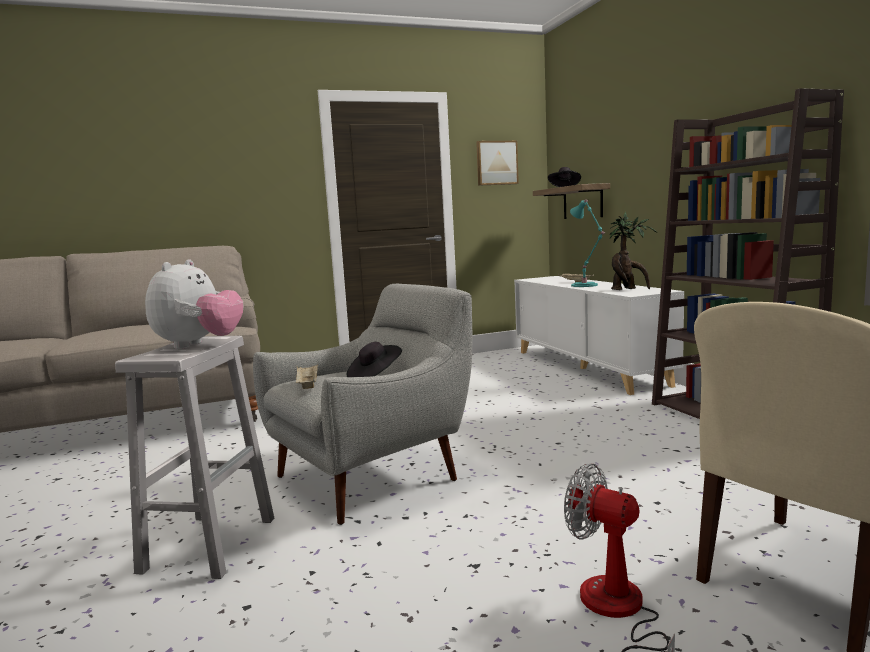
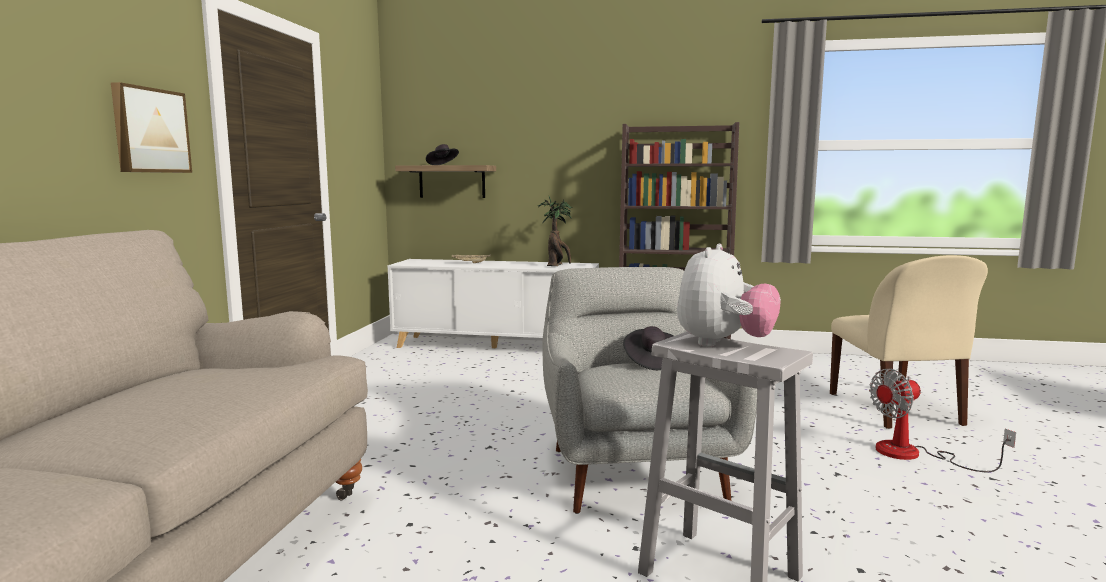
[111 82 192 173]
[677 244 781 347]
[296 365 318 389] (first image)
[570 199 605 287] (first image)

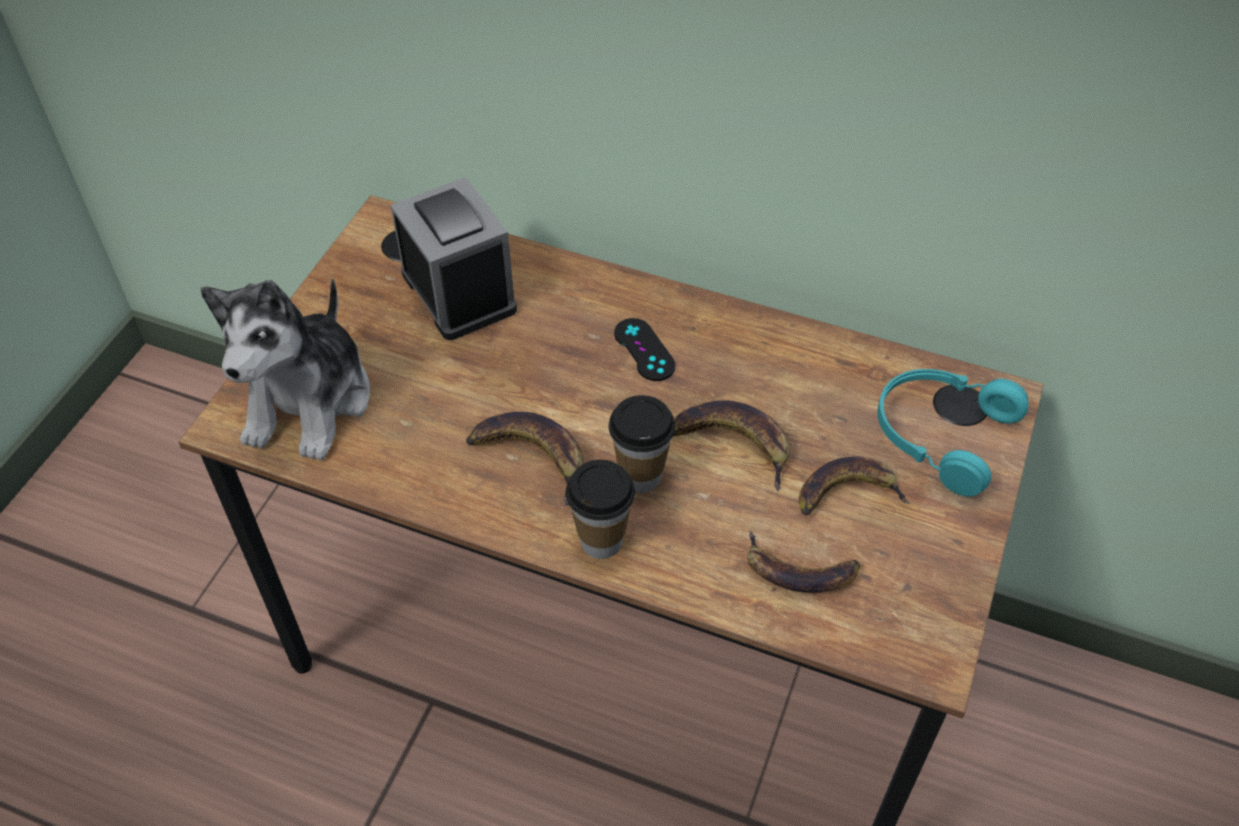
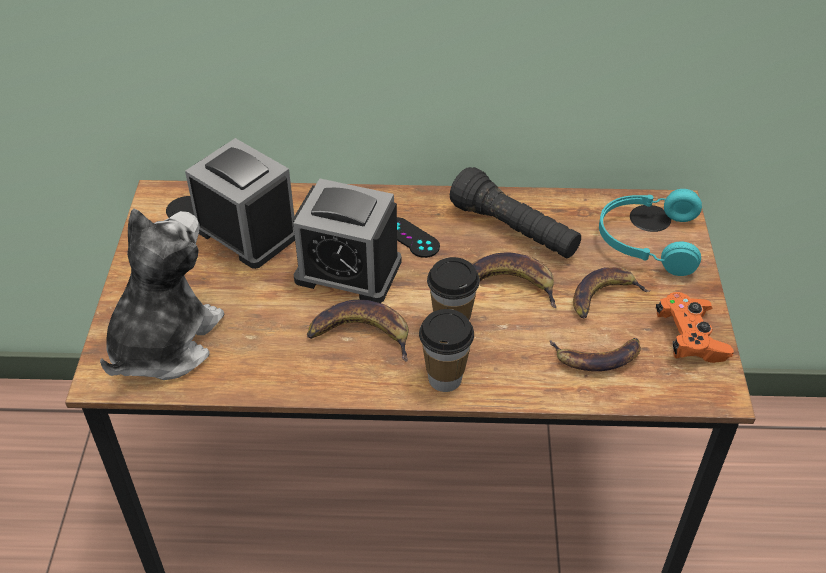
[100 208 225 380]
[293 179 402 303]
[450 167 581 258]
[656 292 734 363]

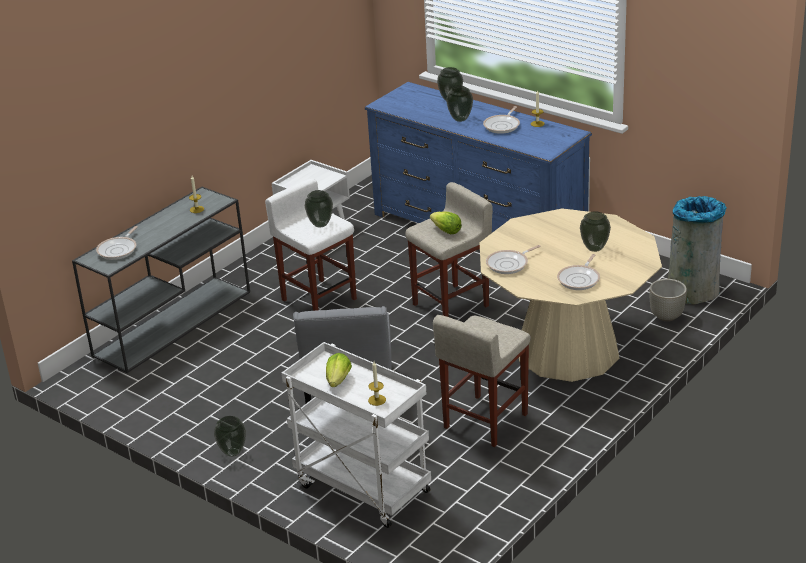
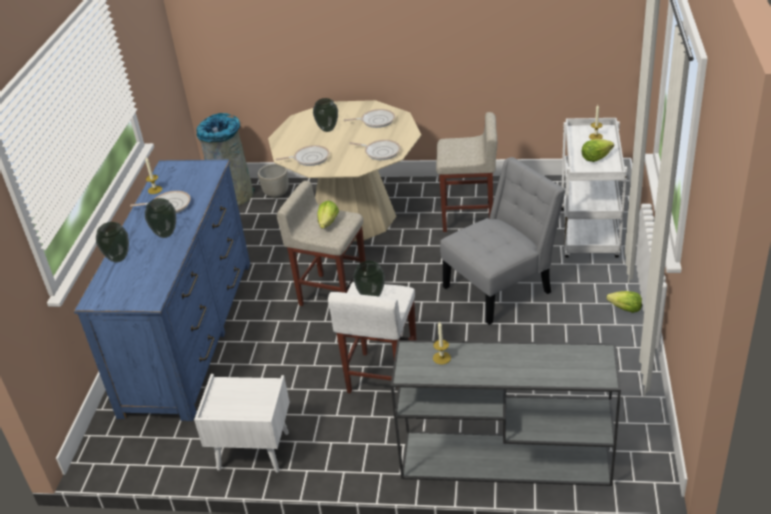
[275 145 329 166]
[606 291 642 313]

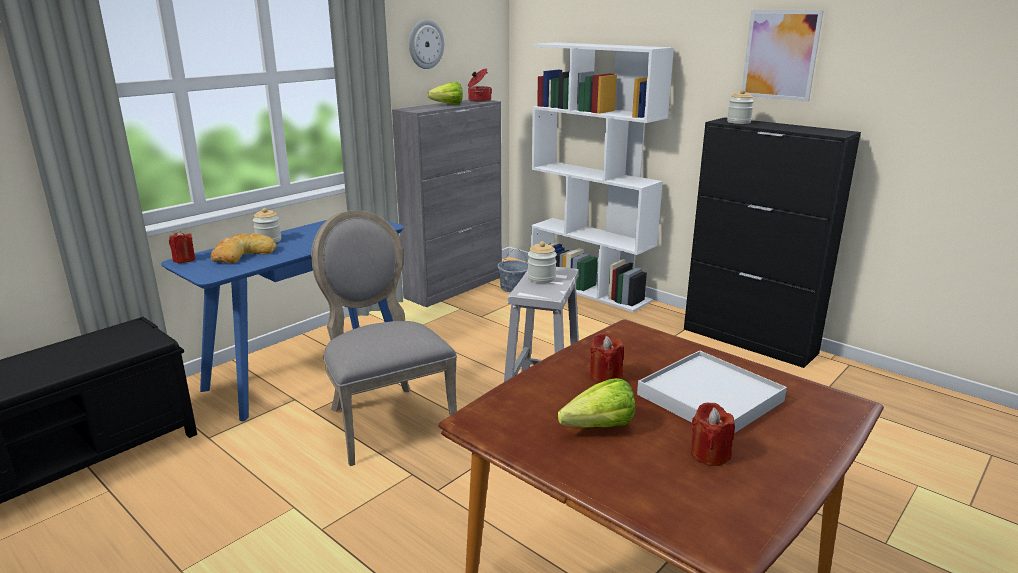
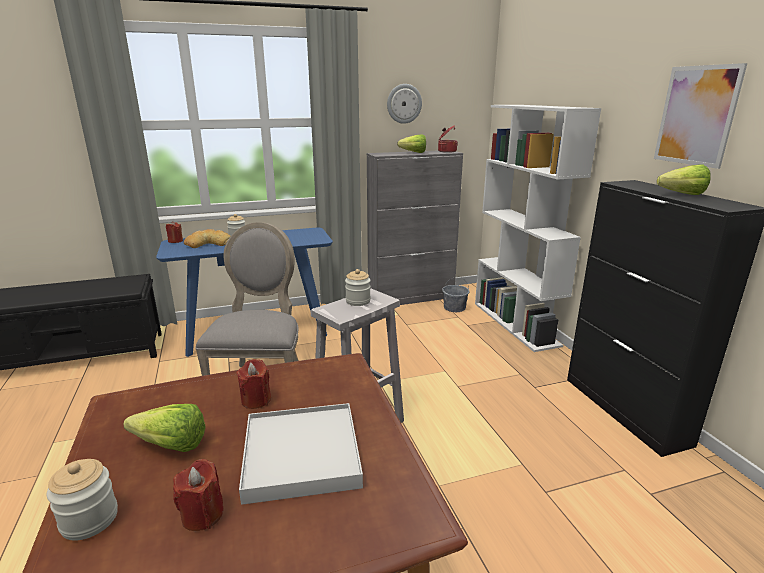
[47 459 118 541]
[657 164 711 195]

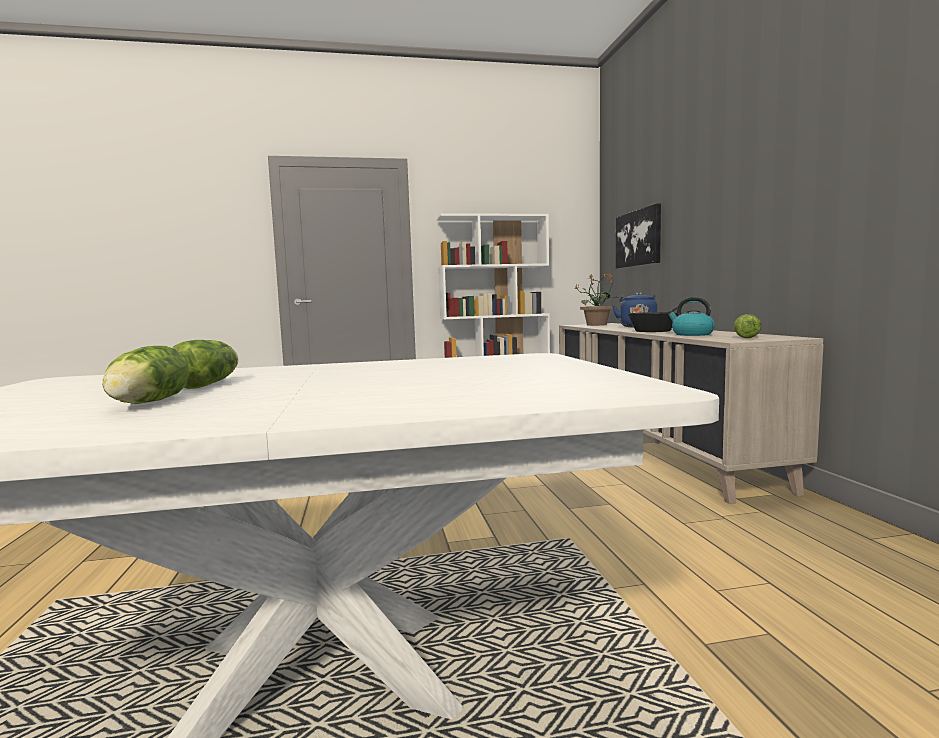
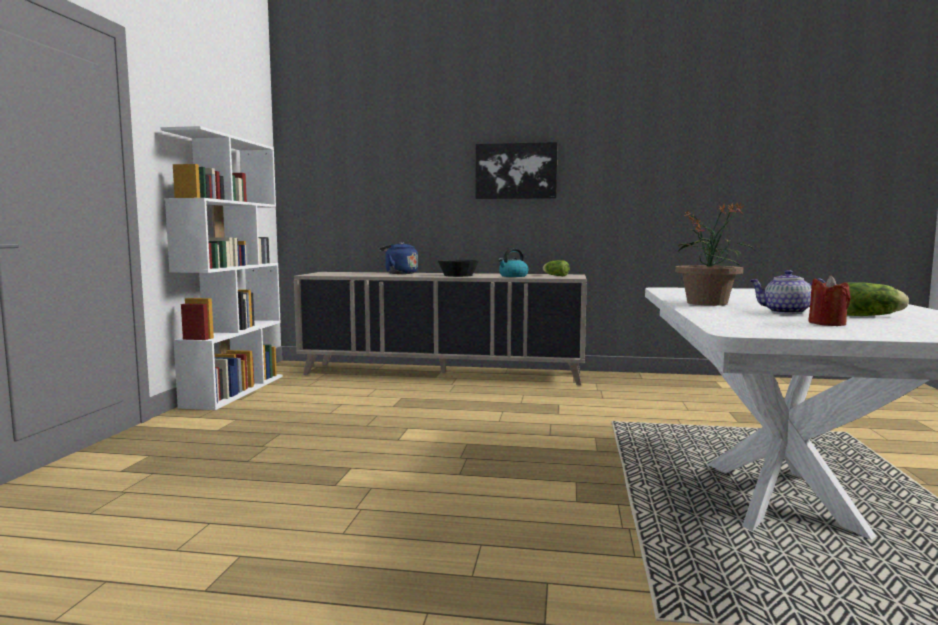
[475 142 558 199]
[675 203 754 306]
[749 270 825 314]
[808 275 851 326]

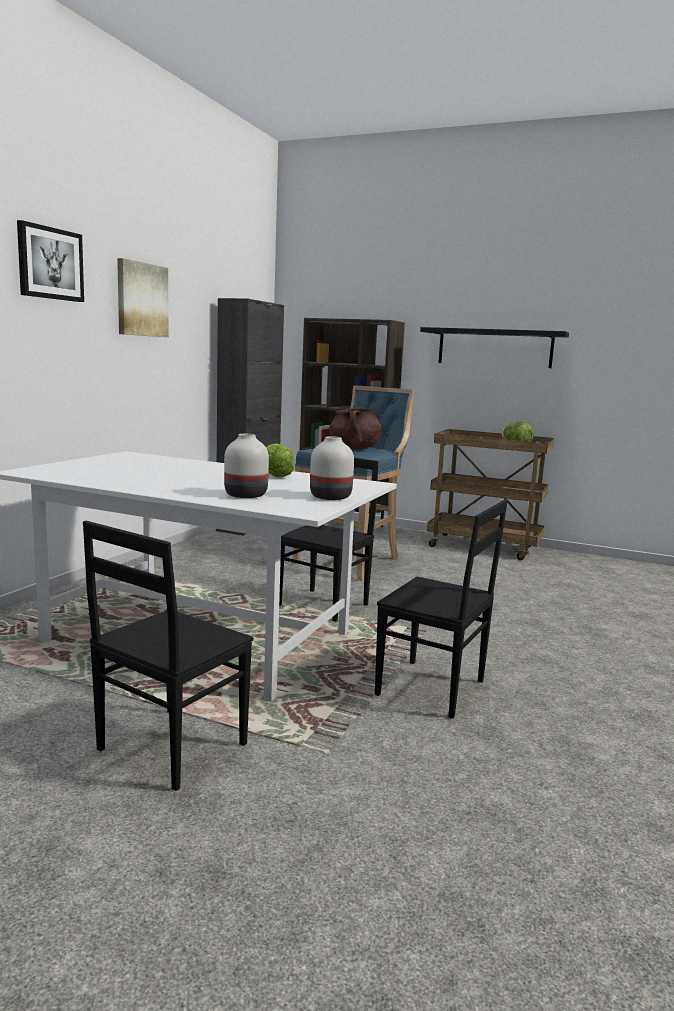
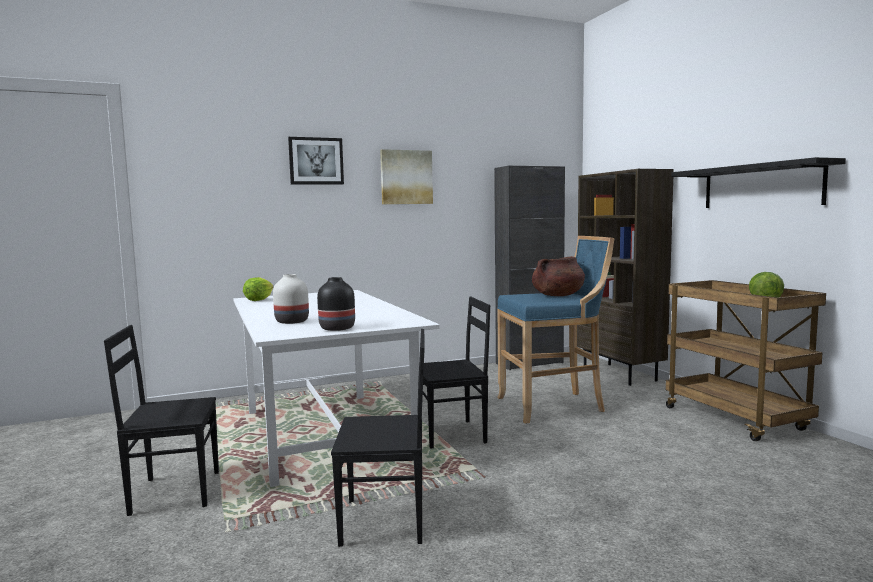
[243 277 273 301]
[317 277 355 331]
[331 329 425 547]

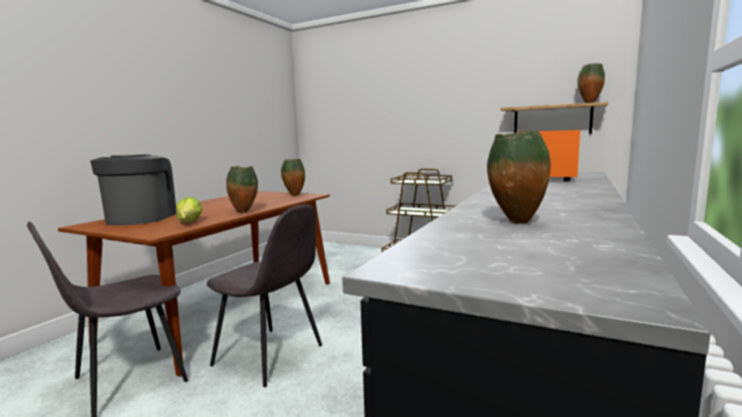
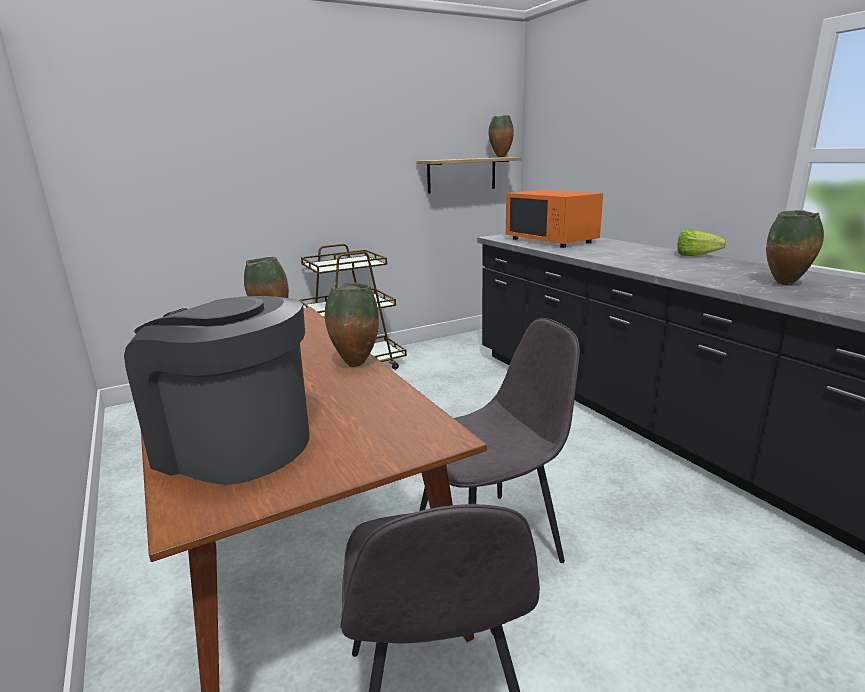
[677 229 726 256]

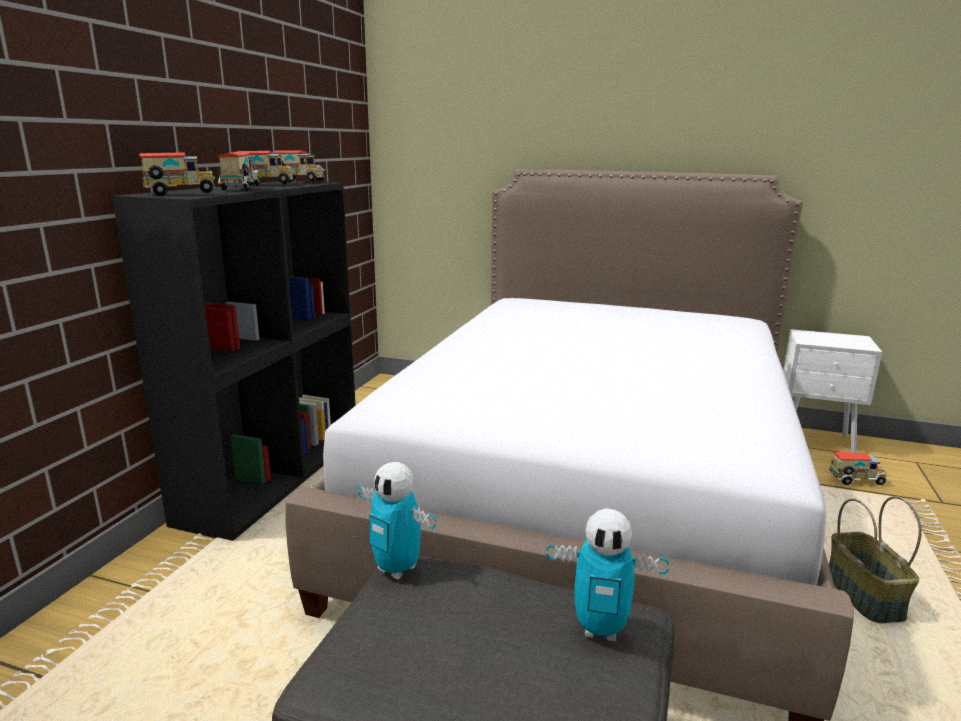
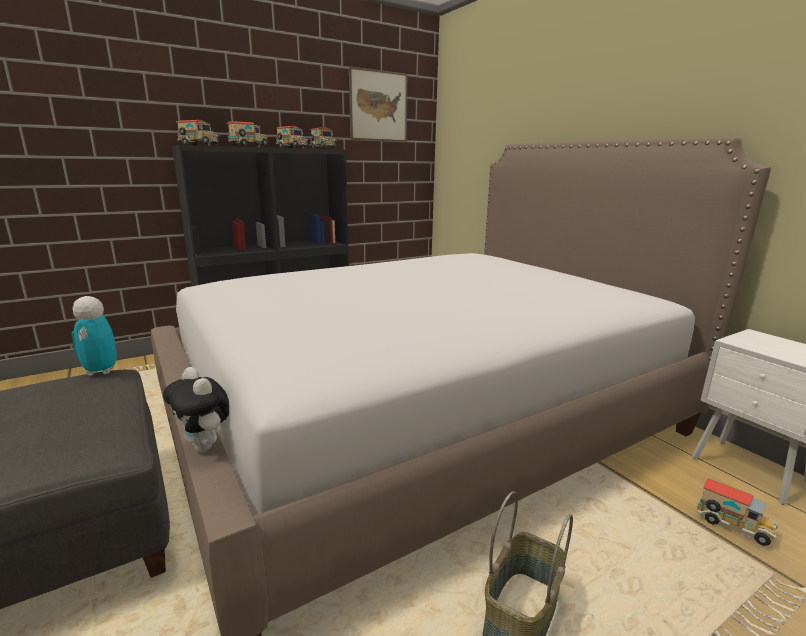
[163 367 229 452]
[349 66 407 142]
[547 508 669 641] (first image)

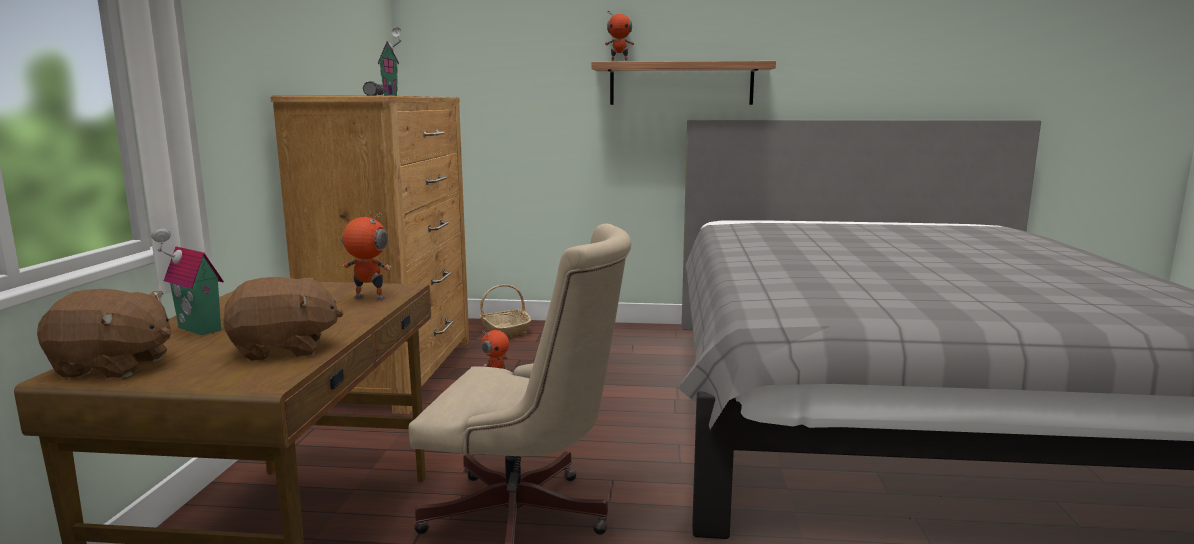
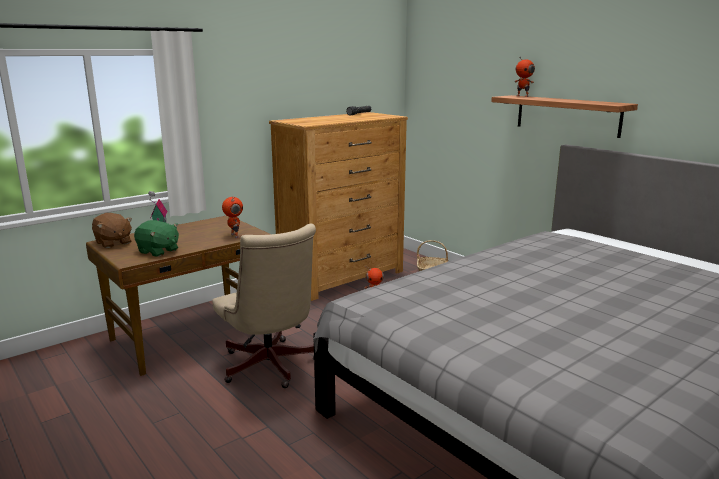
[134 220 179 257]
[378 27 402 96] (first image)

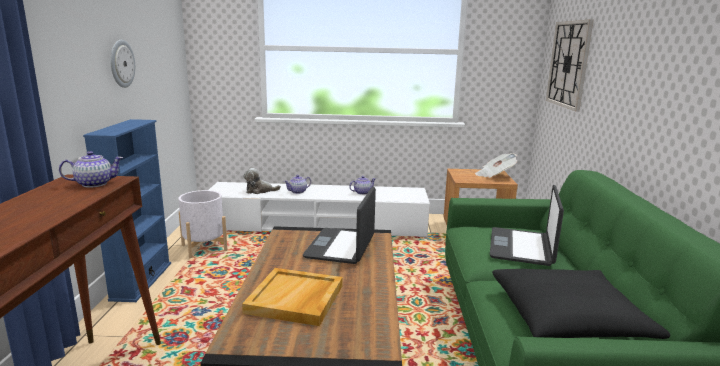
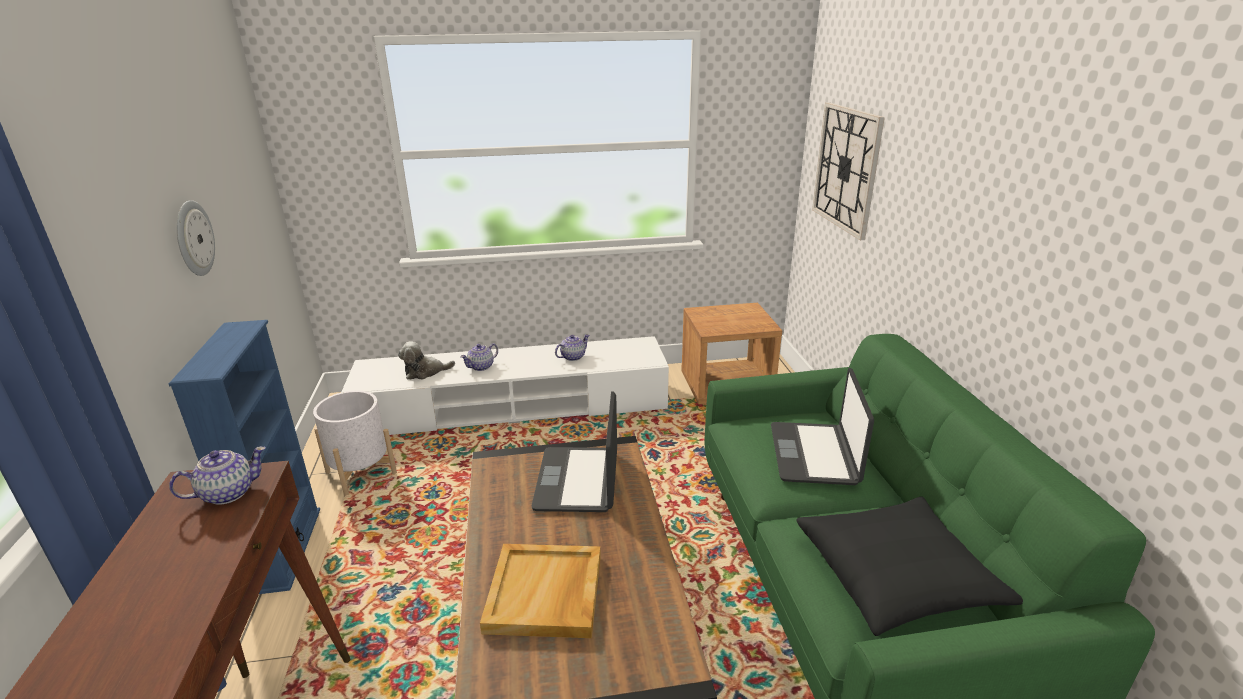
[475 153 517 178] (first image)

